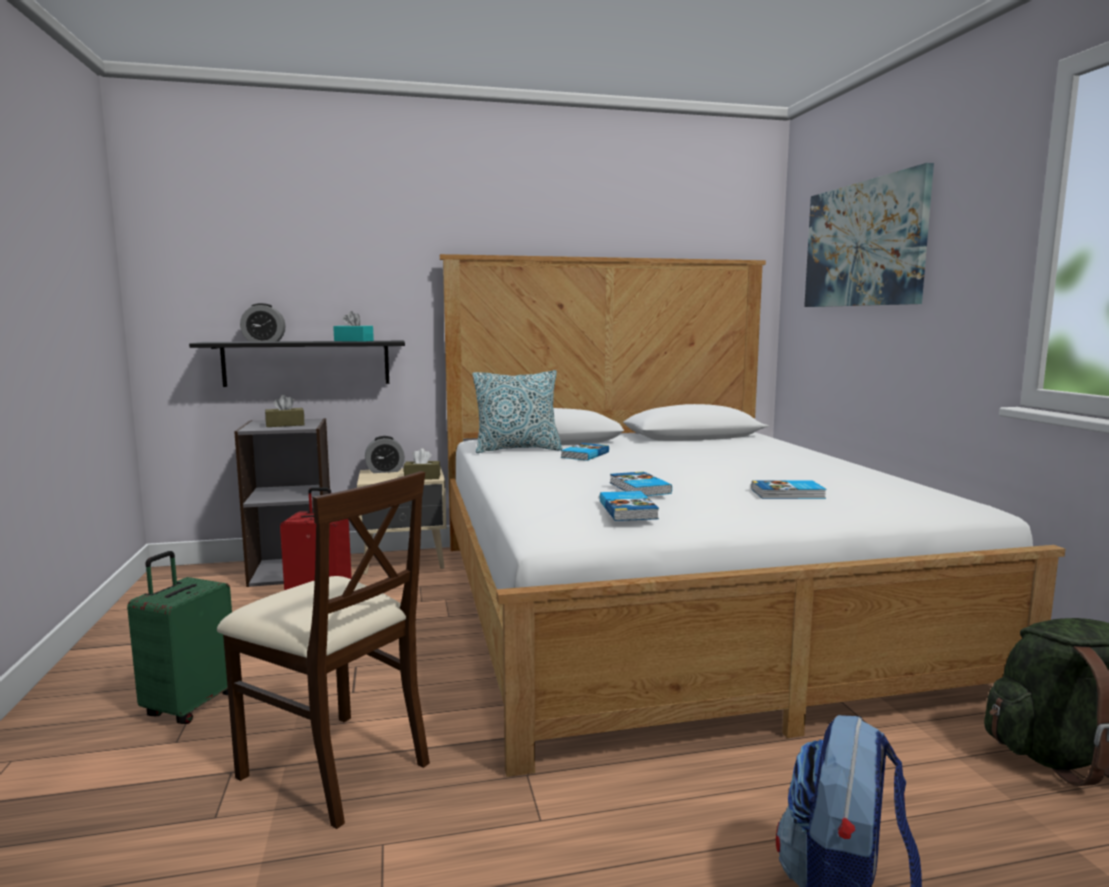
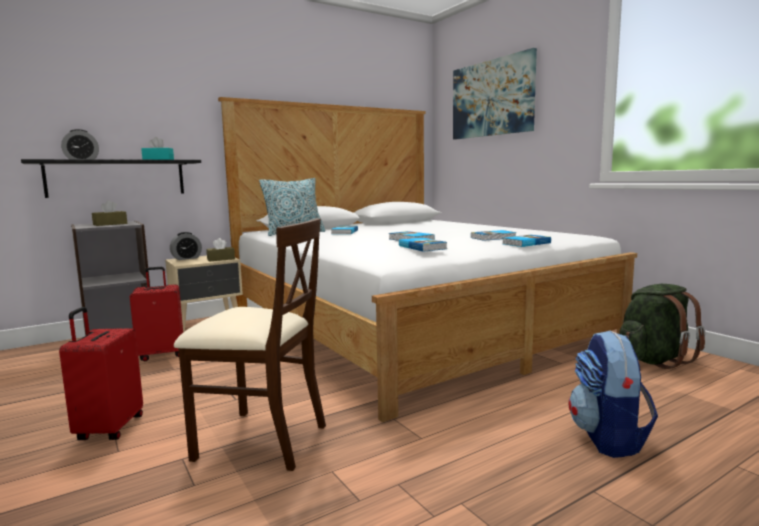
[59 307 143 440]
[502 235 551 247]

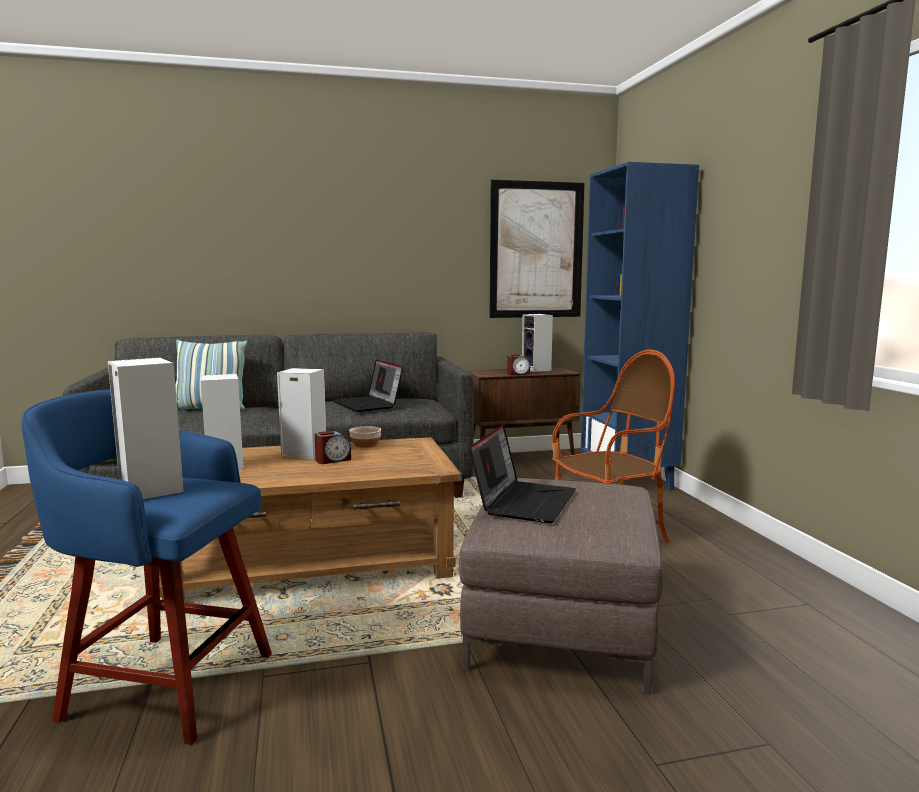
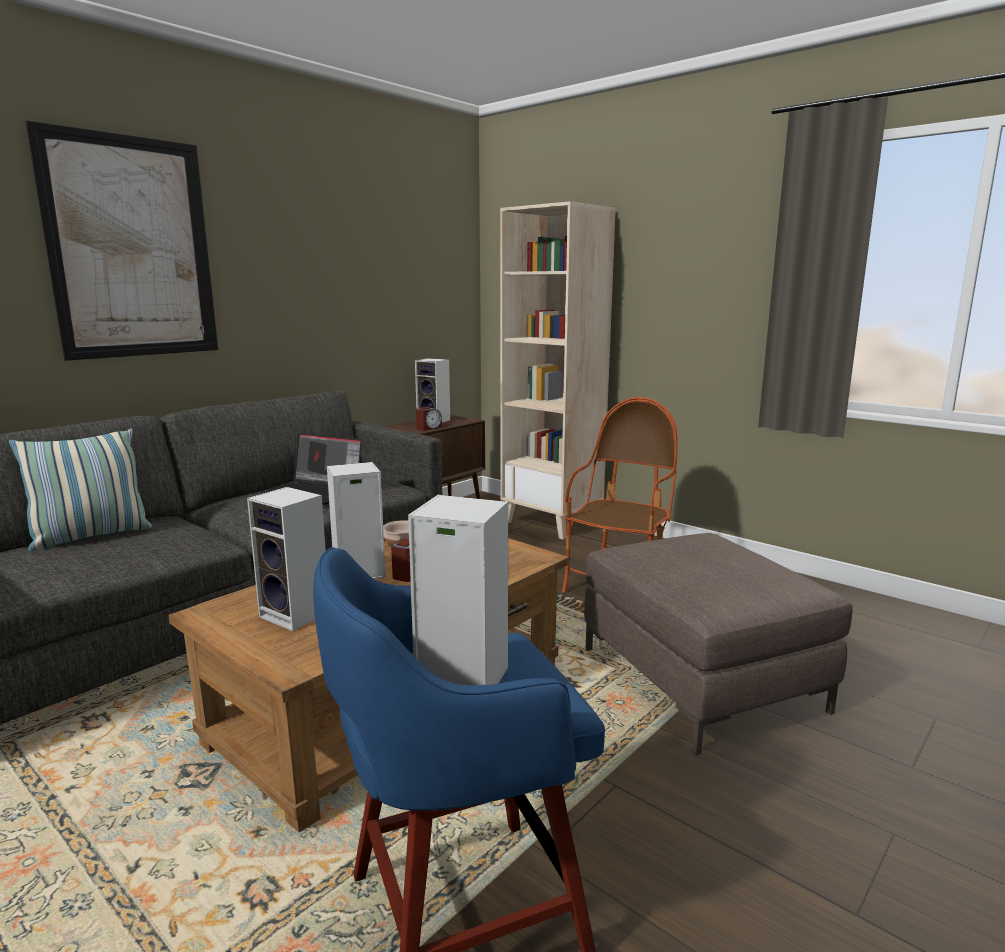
[25 120 218 361]
[500 201 616 539]
[469 424 576 523] (first image)

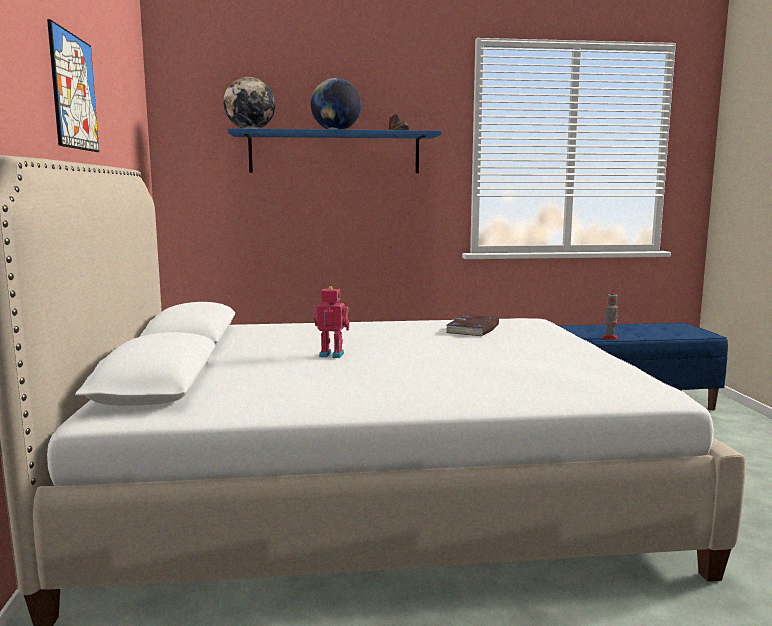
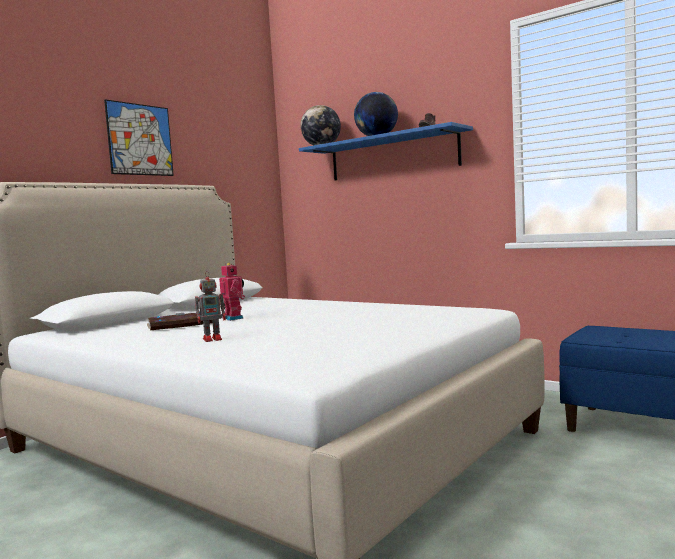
[146 312 213 330]
[195 271 226 342]

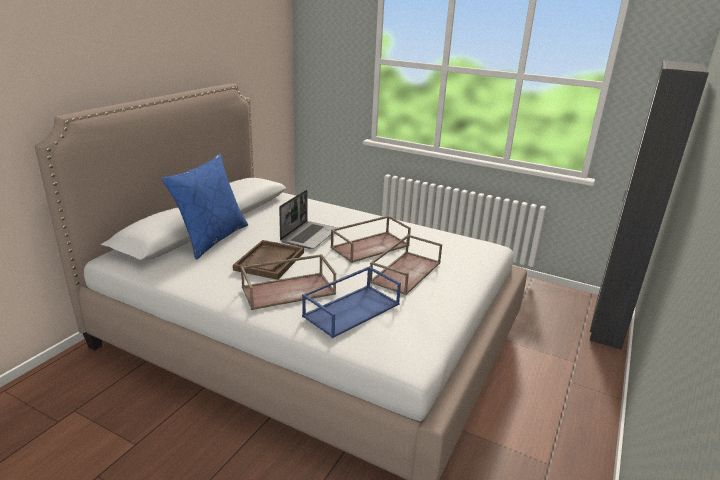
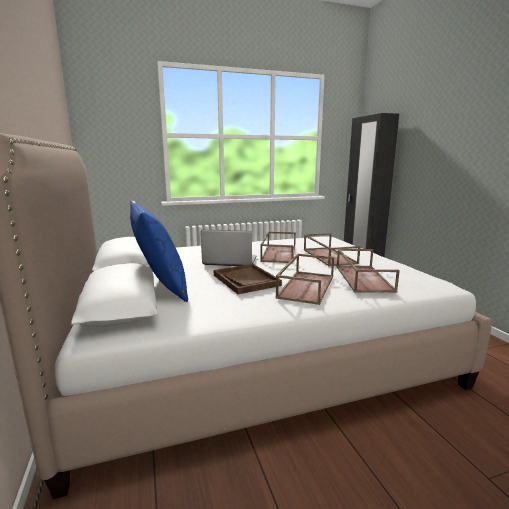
[201 230 257 266]
[337 249 400 293]

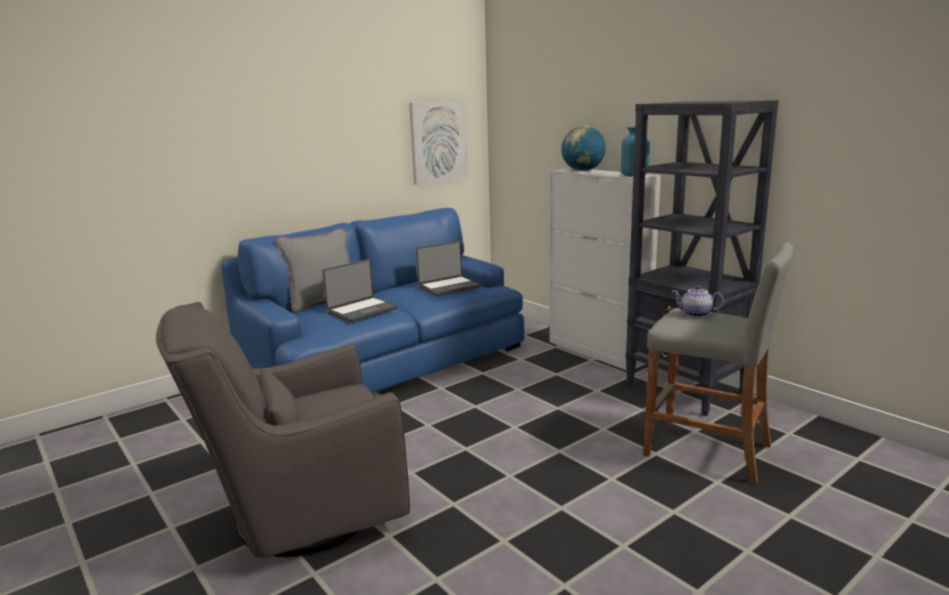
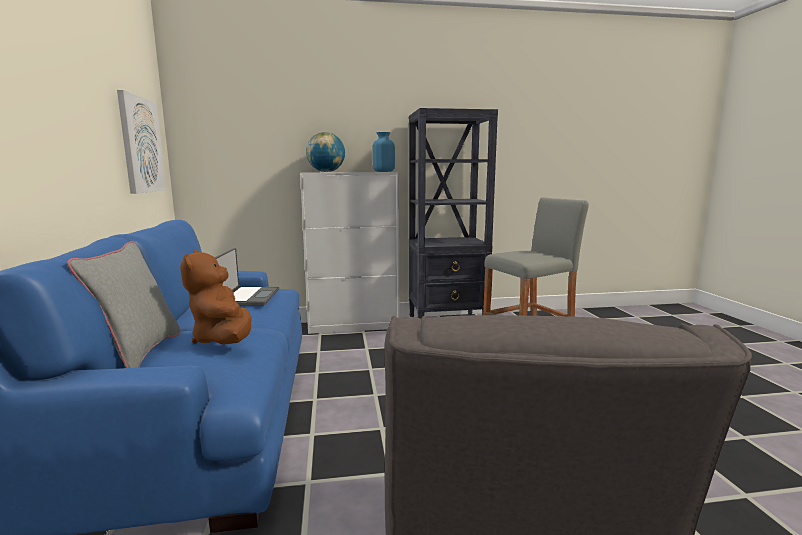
[180 250 252 345]
[672 285 724 317] (first image)

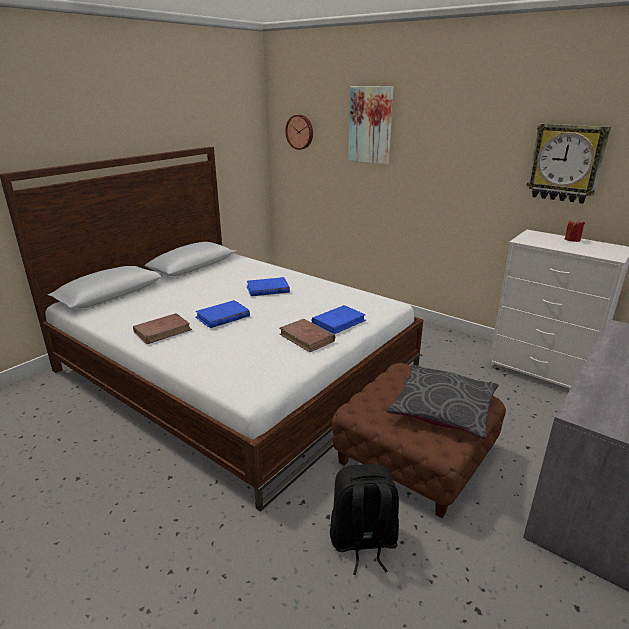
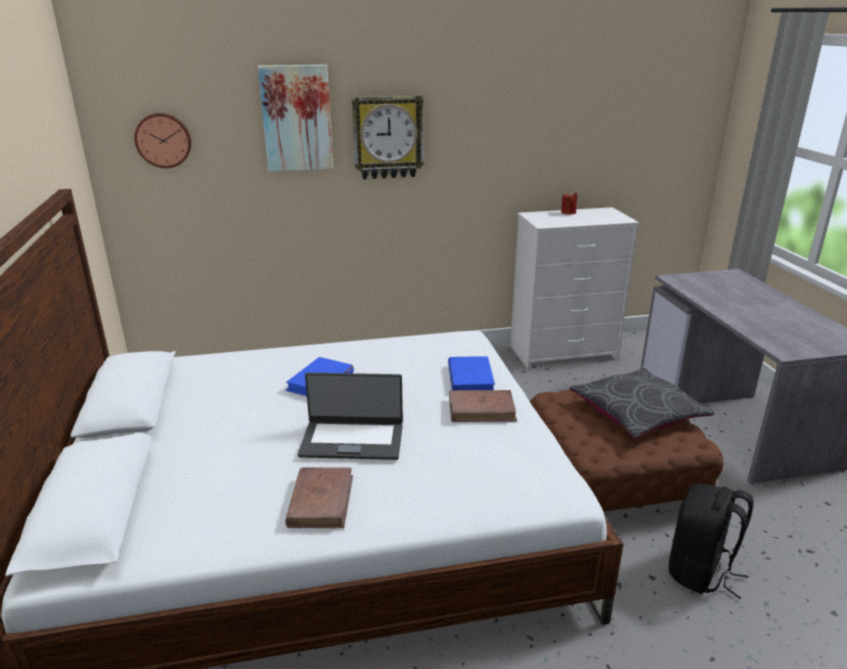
[298 372 403 460]
[352 95 424 179]

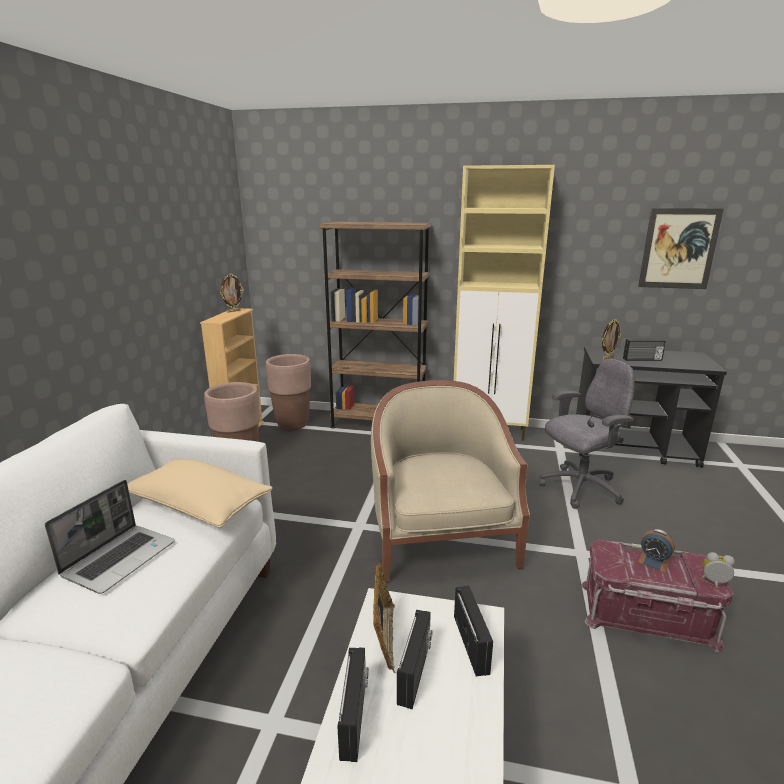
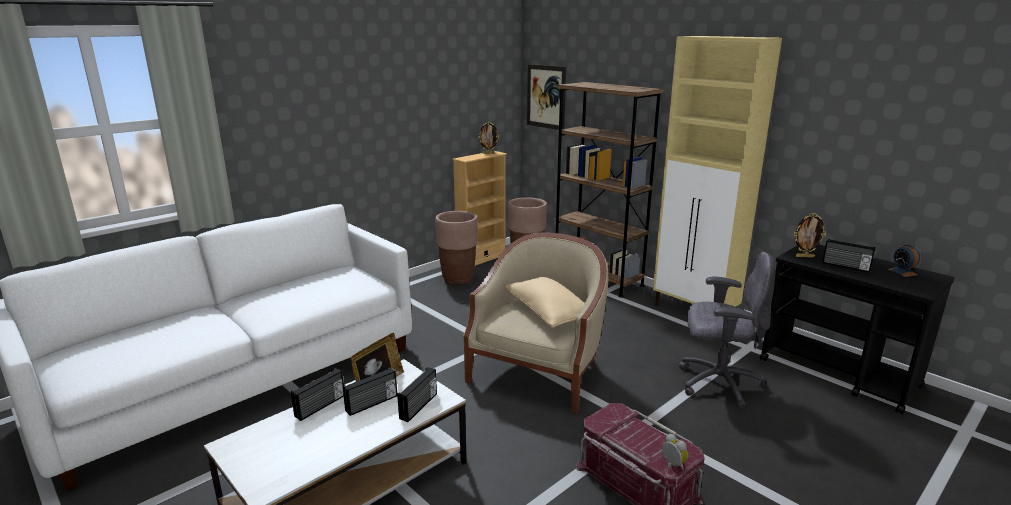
[505 277 585 328]
[527 64 566 130]
[888 244 920 277]
[45 480 175 594] (first image)

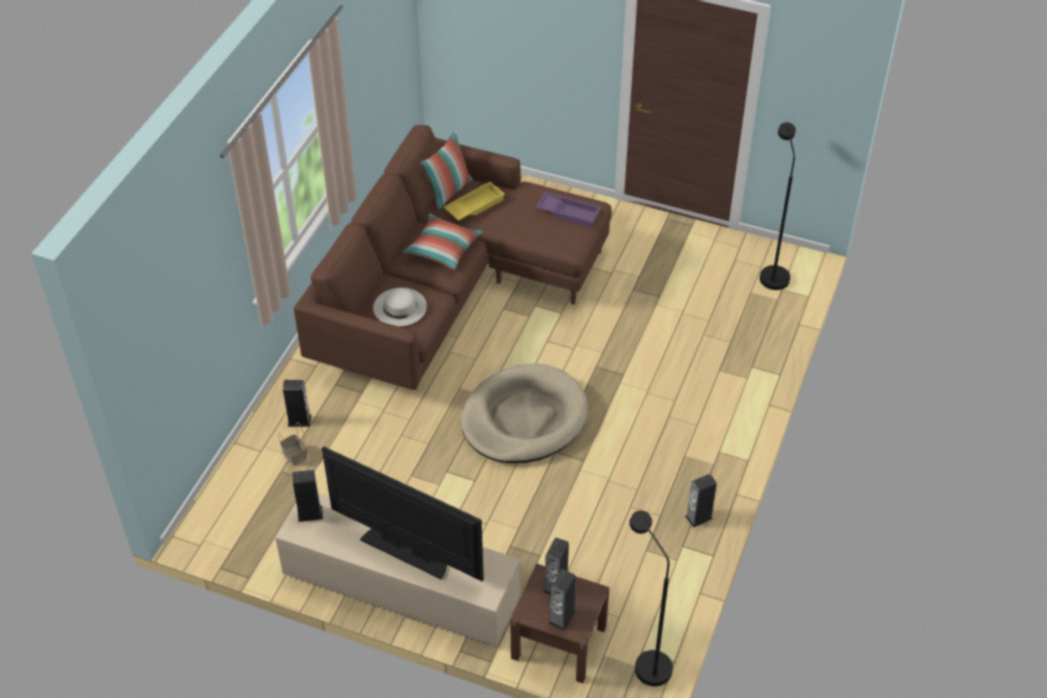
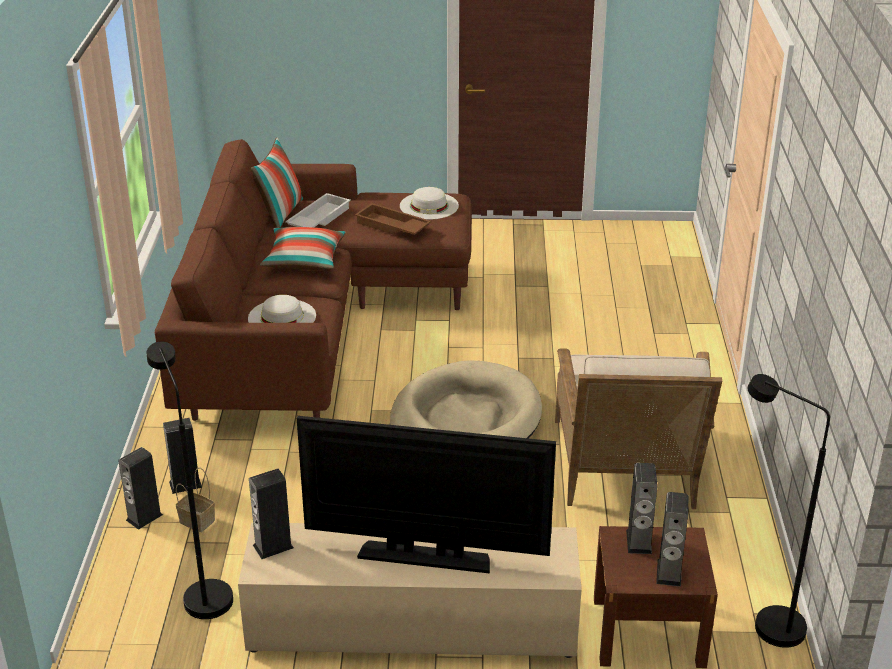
[118 447 163 530]
[147 342 233 619]
[285 193 351 227]
[355 203 431 235]
[400 187 459 220]
[555 348 722 509]

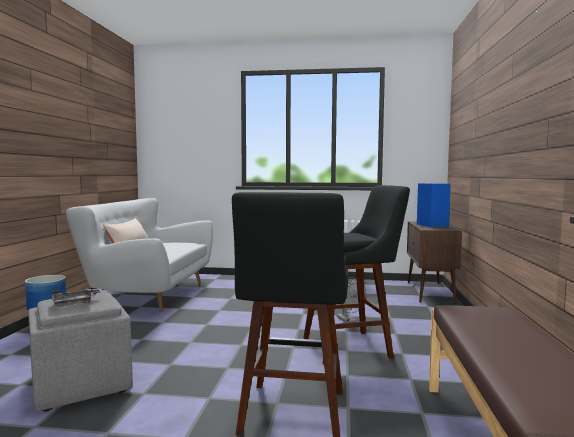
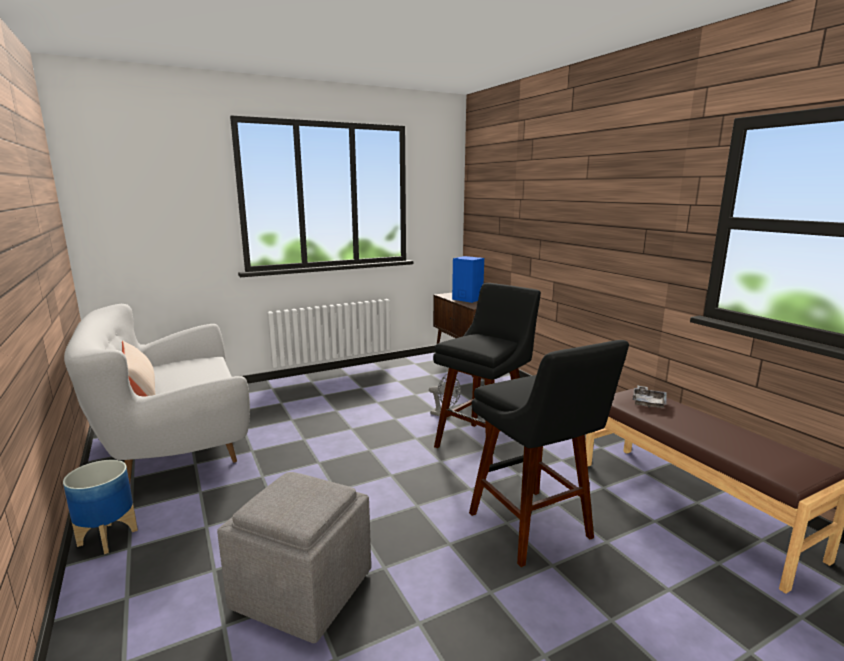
[632 385 667 408]

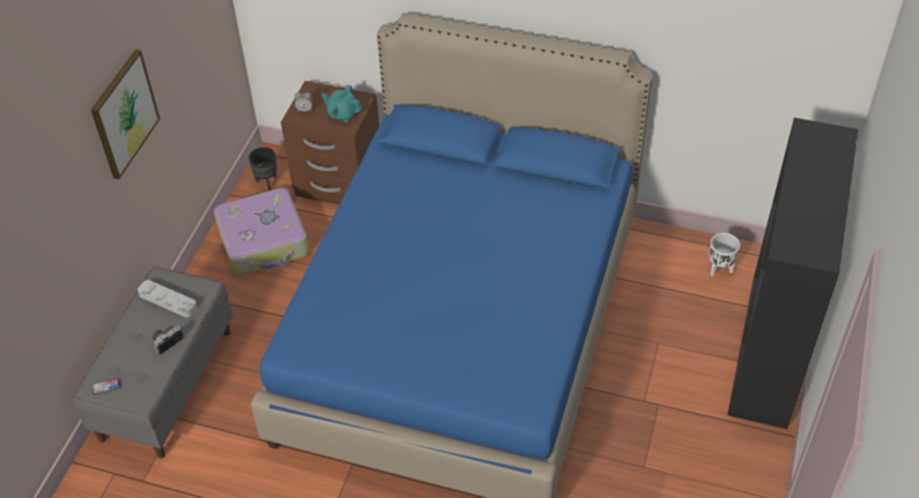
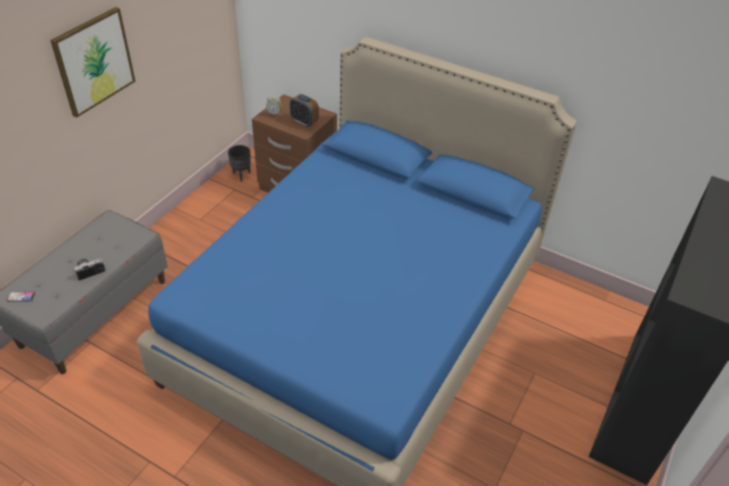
[290 94 319 127]
[137 280 197 318] (first image)
[214 188 309 276] (first image)
[709 233 740 276] (first image)

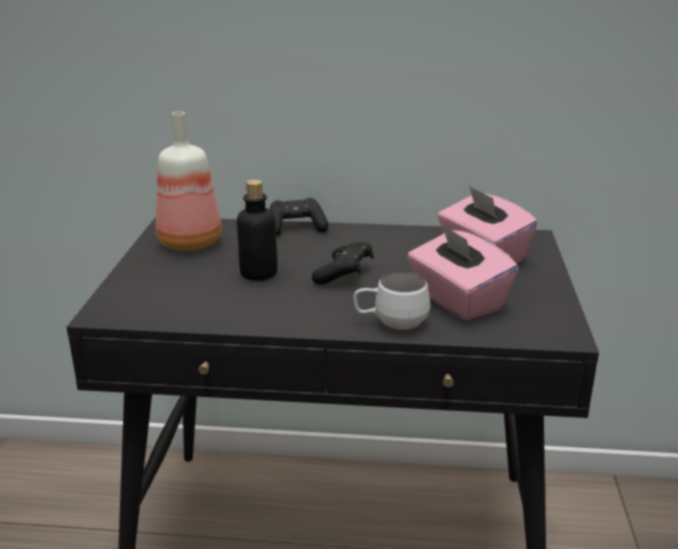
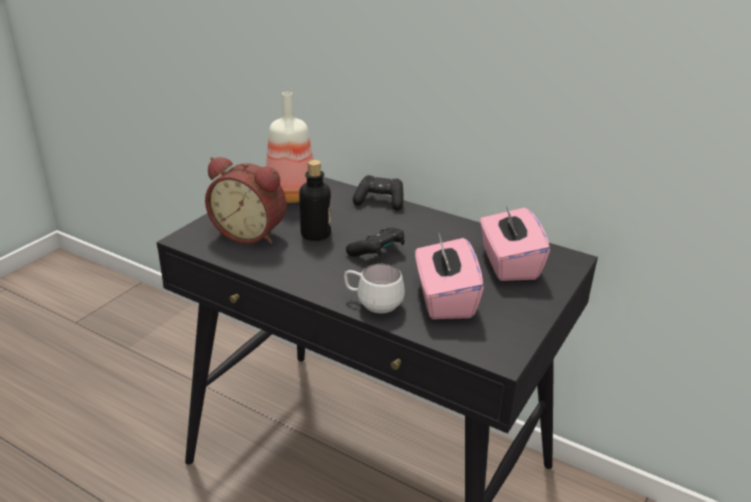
[205 157 287 244]

